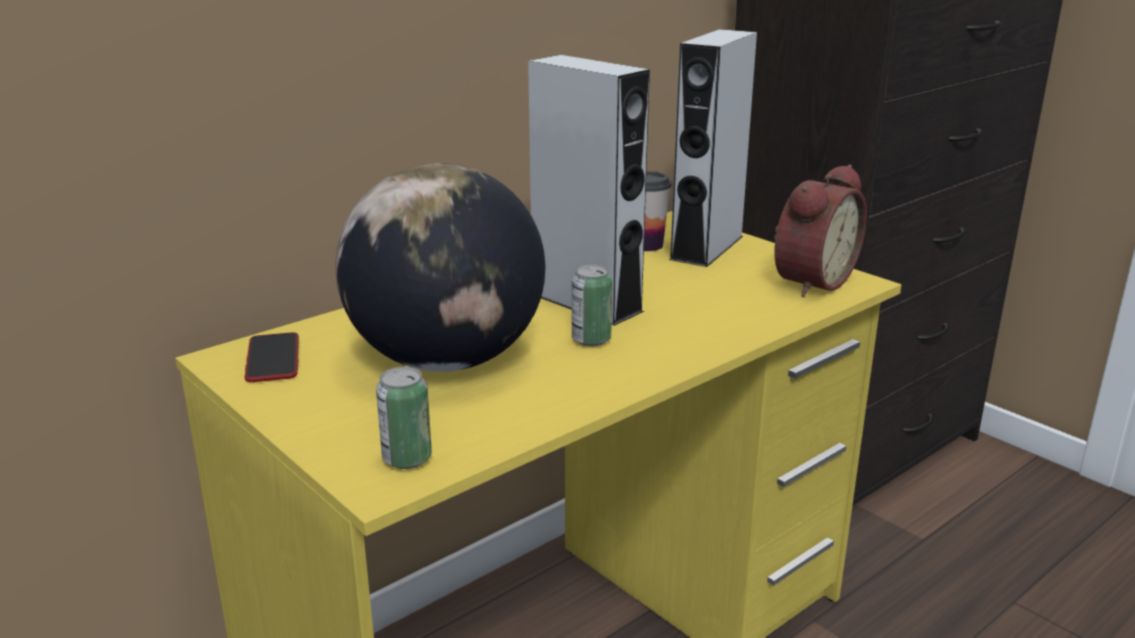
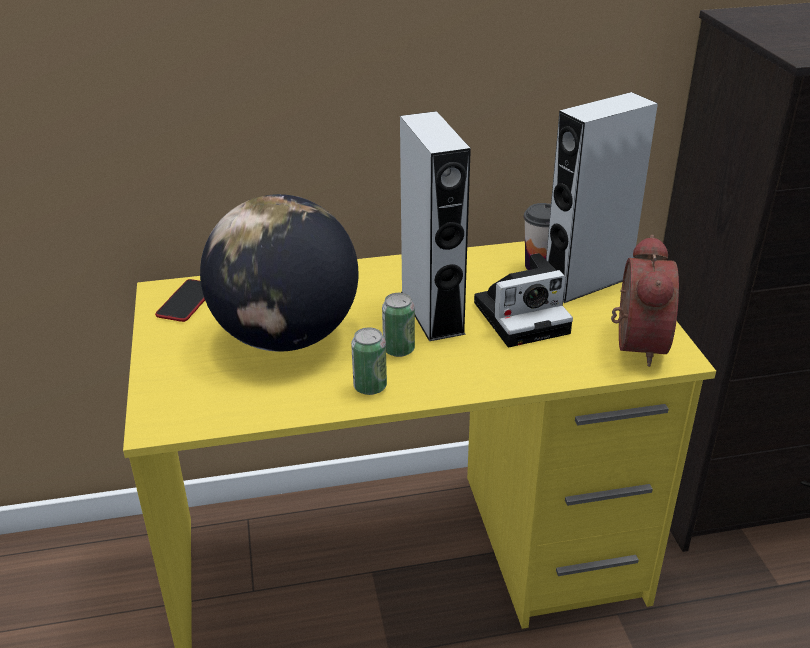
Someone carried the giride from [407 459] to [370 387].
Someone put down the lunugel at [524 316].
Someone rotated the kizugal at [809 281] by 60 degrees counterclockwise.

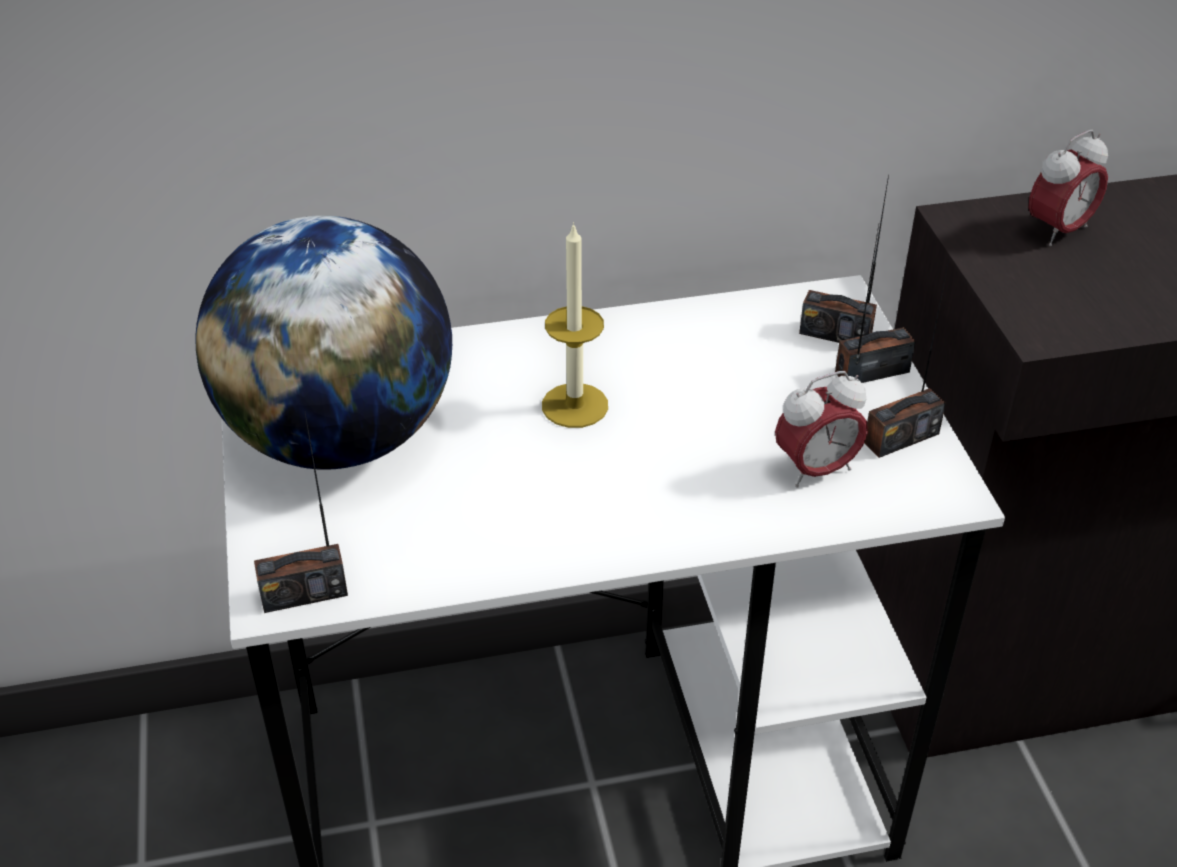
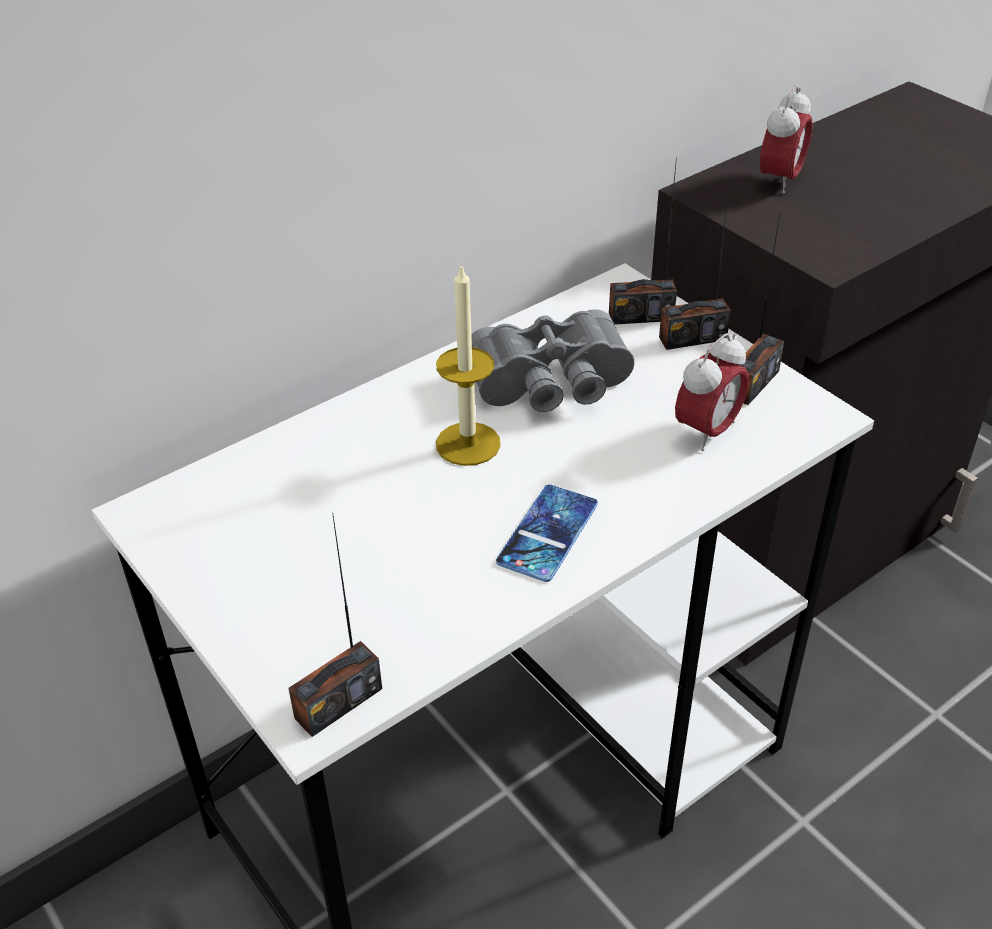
Someone put down the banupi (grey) at [552 386].
Someone put down the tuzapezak at [547 533].
Someone rotated the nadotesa at [872 372] by 150 degrees counterclockwise.
Someone took away the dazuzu at [340 437].

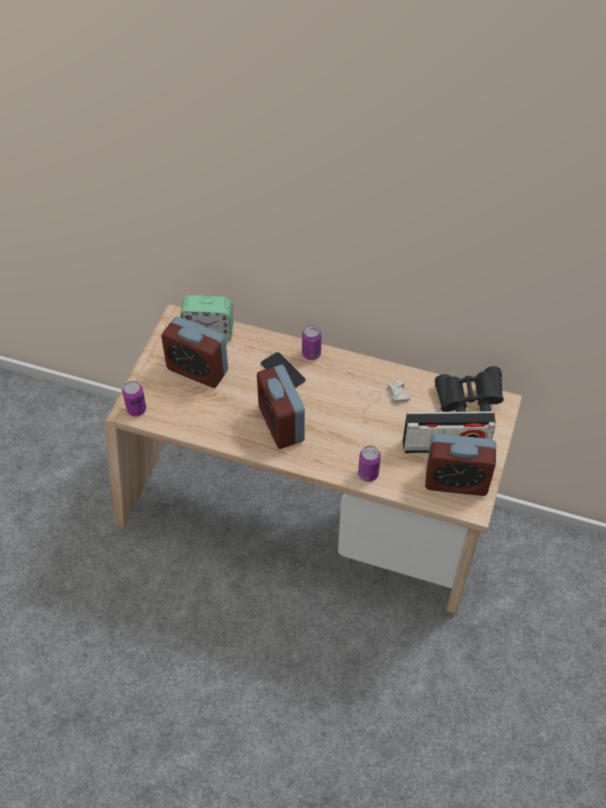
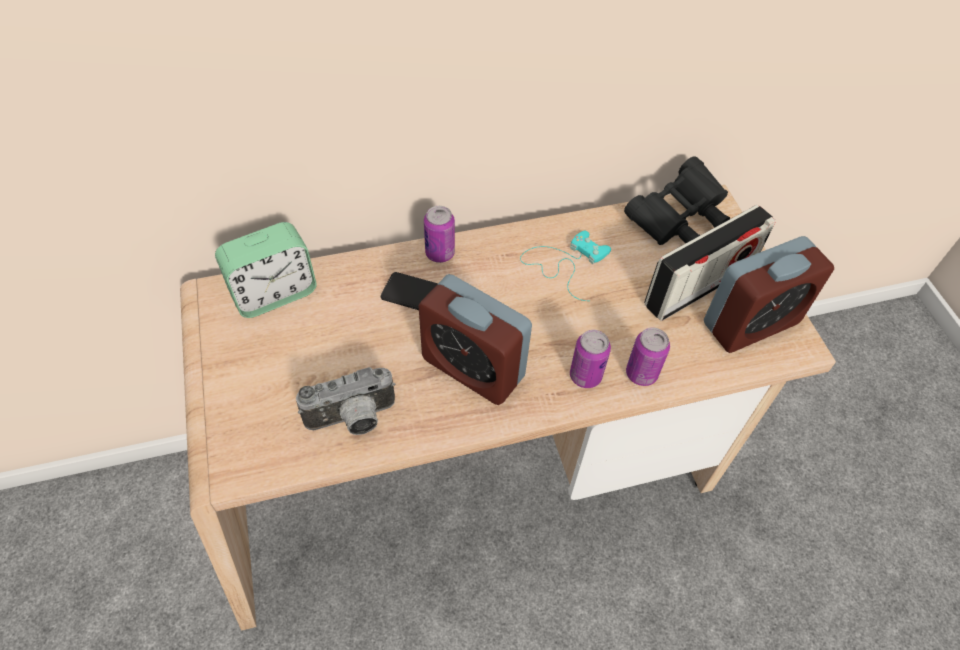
Someone put down the lunugel at [353 420].
Someone repainted the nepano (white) at [377 393], which became the nepano (turquoise) at [564 263].
Someone carried the giride from [136 409] to [585 376].
Someone took away the kizugal at [197 370].

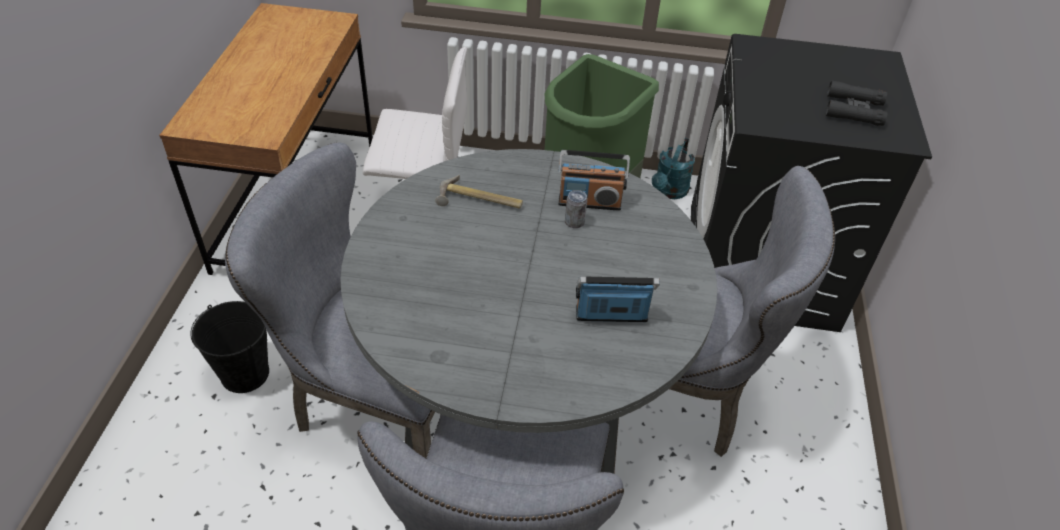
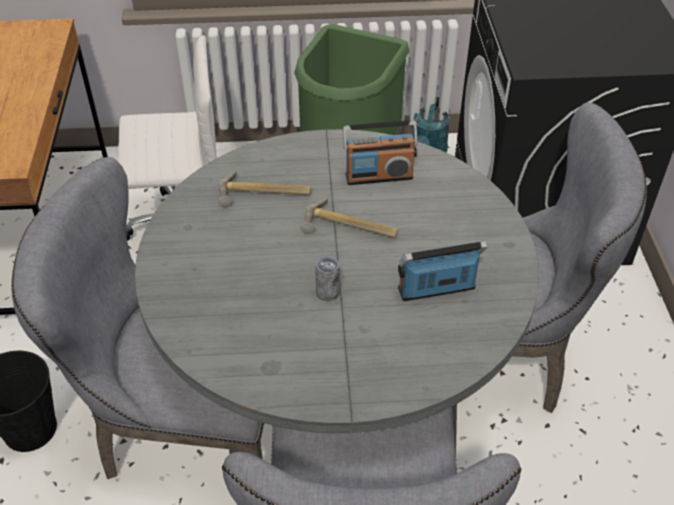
Someone put down the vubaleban at [349 229].
Someone carried the giride from [574 222] to [328 293].
Someone took away the banupi (black) at [854 110].

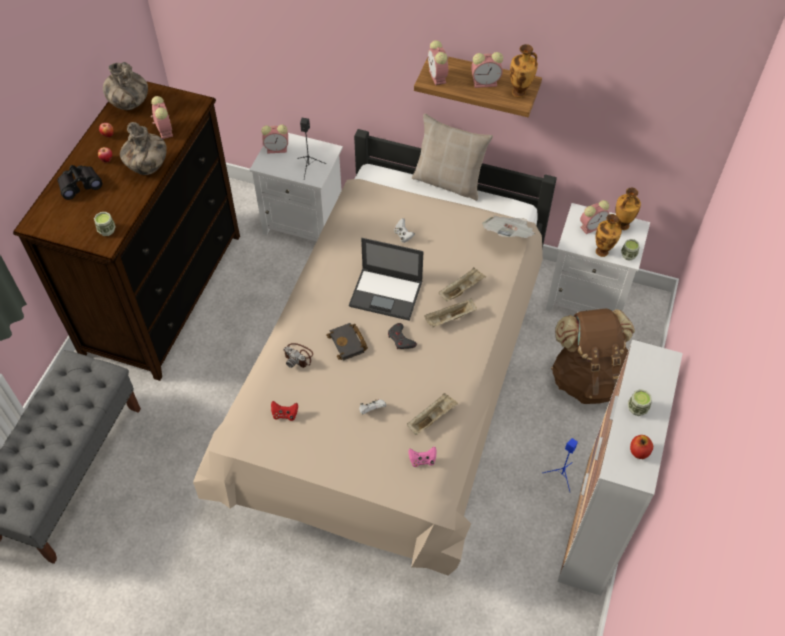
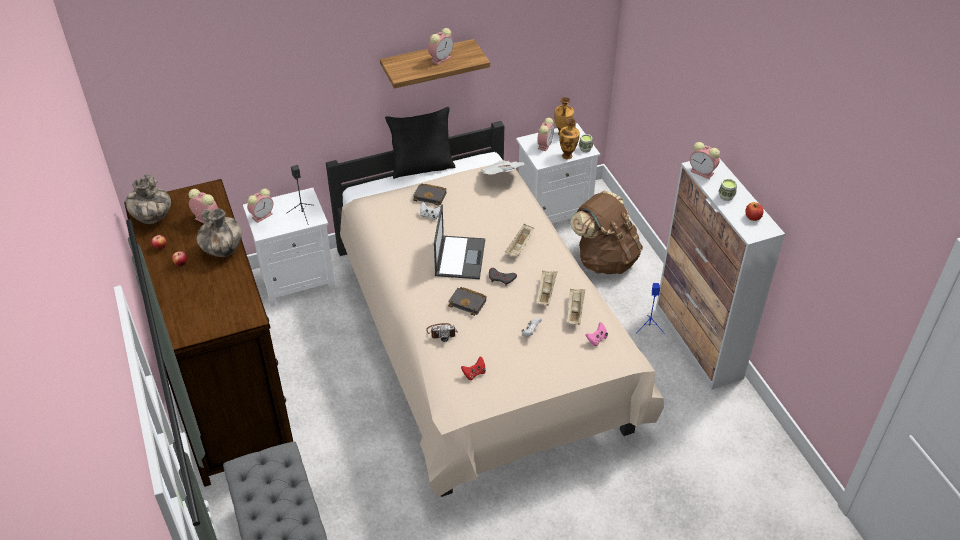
Someone repainted the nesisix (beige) at [449 181], which became the nesisix (black) at [422 167].
Someone put down the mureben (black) at [431 196].
Someone rotated the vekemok at [387 294] by 60 degrees counterclockwise.
Someone carried the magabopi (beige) from [461 289] to [545 292].
Someone carried the kizugal from [438 77] to [703 172].
Someone took away the banupi (black) at [80 185].
Someone took away the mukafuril at [107 230].
Someone took away the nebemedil at [520 93].

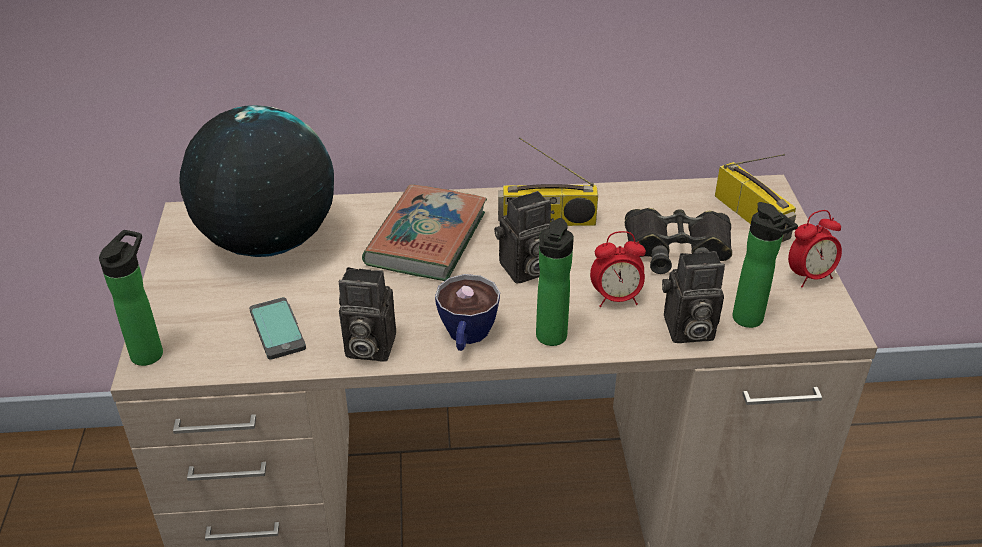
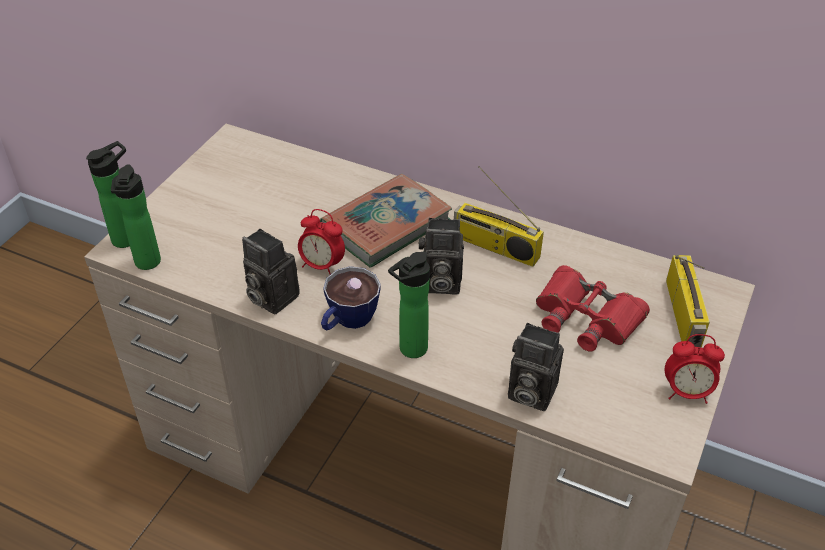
Someone carried the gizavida from [751 321] to [147 264].
Someone carried the kizugal from [616 298] to [322 266].
Someone repainted the banupi (black) at [677 249], which became the banupi (red) at [586 317].
Someone took away the dazuzu at [267 241].
Someone took away the tuzapezak at [278 329].

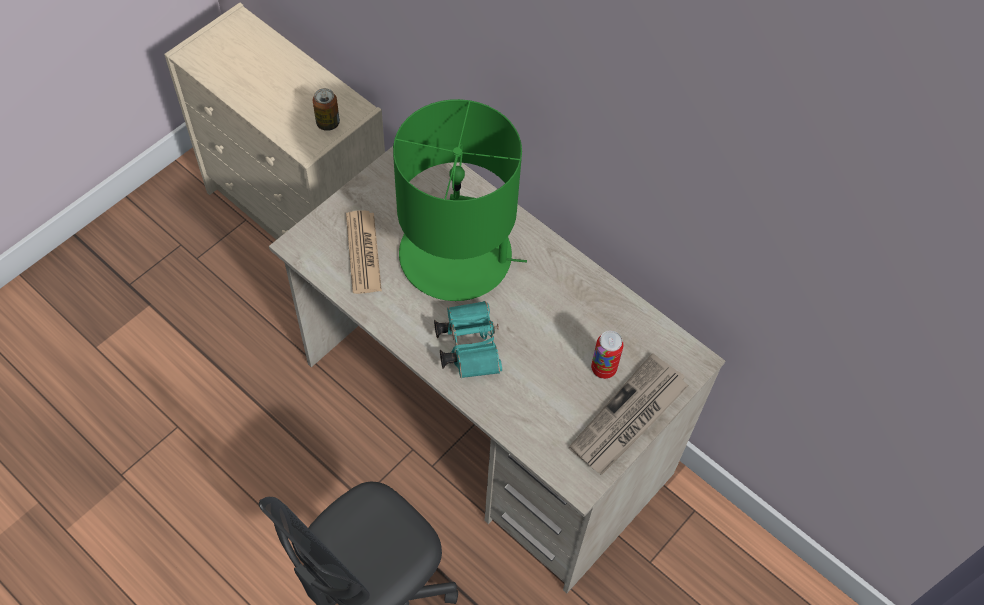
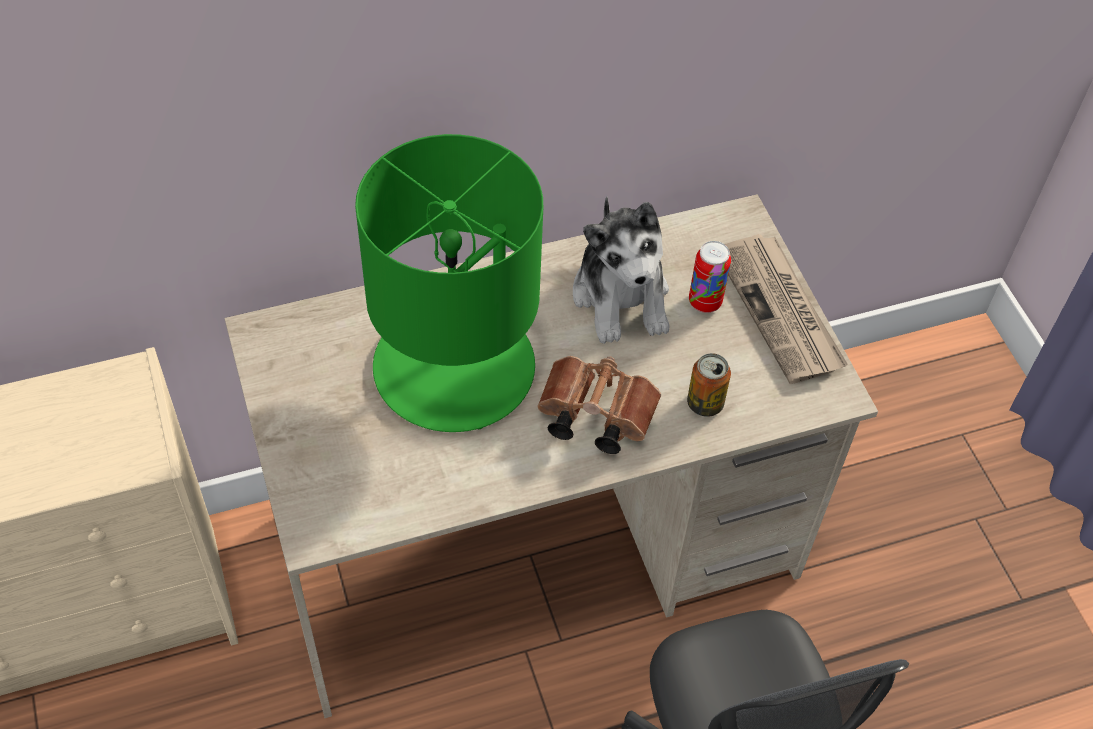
Someone repainted the banupi (turquoise) at [468 345], which became the banupi (brown) at [592 415].
Someone put down the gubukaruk at [622 296].
Someone carried the giride from [328 123] to [705 403].
Someone took away the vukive at [363 252].

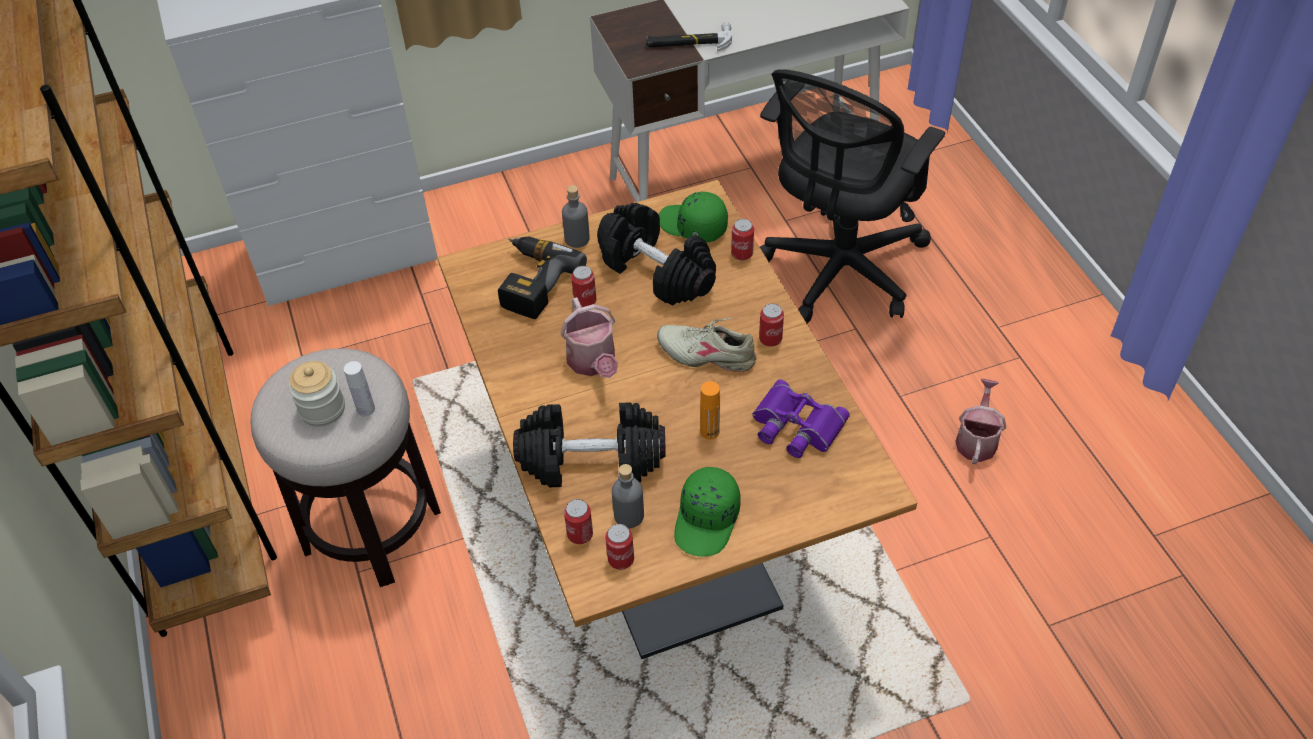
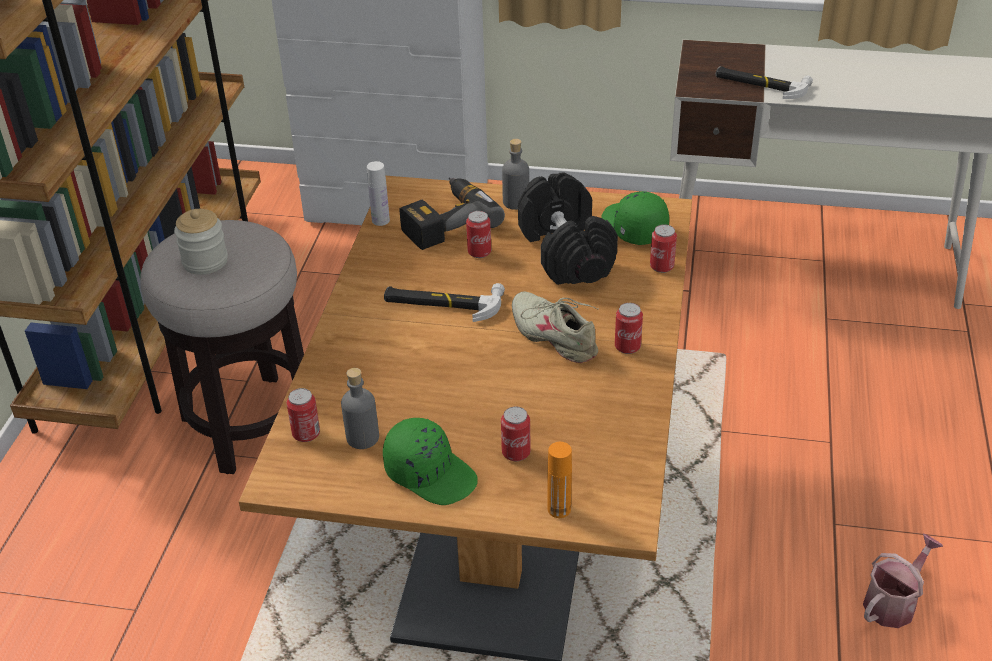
Someone carried the gizavida (white) from [366 409] to [380 220].
Someone rotated the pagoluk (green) at [708 520] by 105 degrees counterclockwise.
Someone swapped the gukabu at [593 363] for the vubaleban at [442 303].
Someone carried the giride from [621 559] to [516 453].
Someone carried the gizavida (orange) from [709 431] to [559 509].
Someone took away the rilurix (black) at [591 461].
Someone took away the banupi (purple) at [795 426].
Someone took away the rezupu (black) at [838 273].

